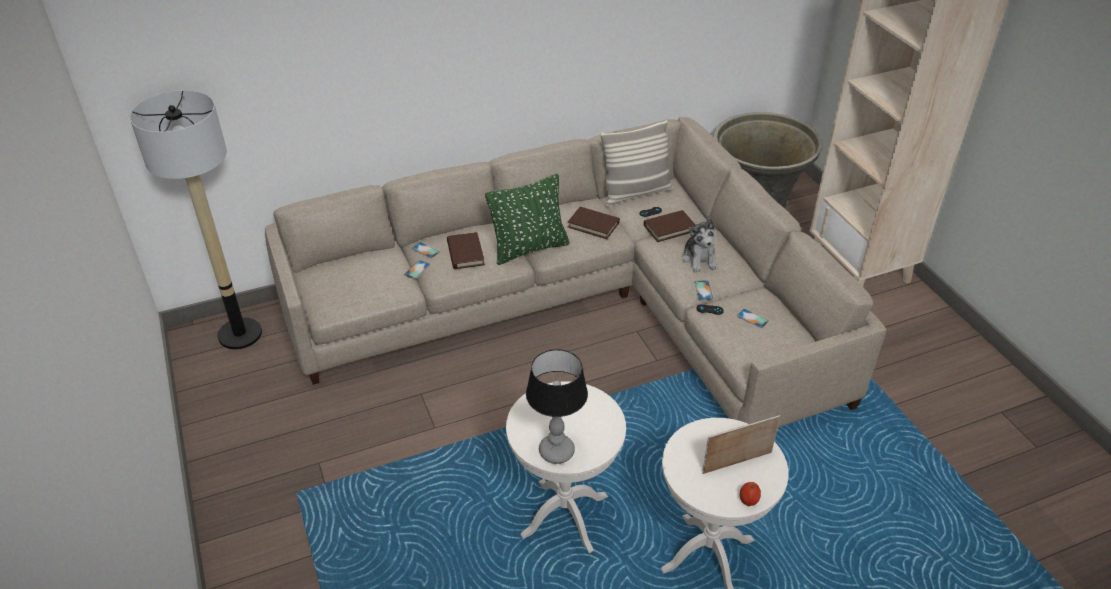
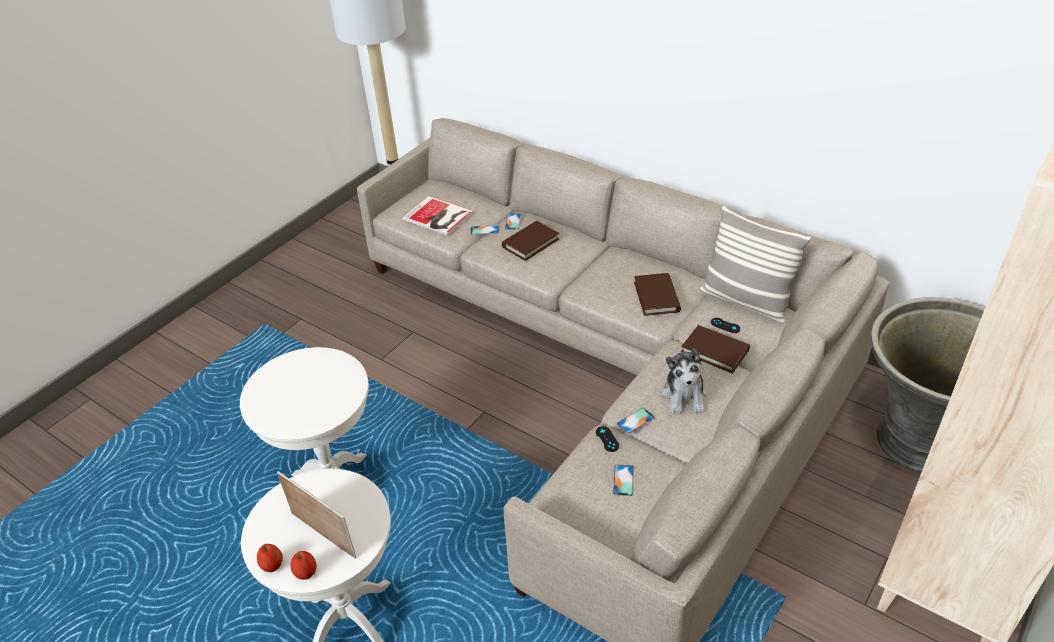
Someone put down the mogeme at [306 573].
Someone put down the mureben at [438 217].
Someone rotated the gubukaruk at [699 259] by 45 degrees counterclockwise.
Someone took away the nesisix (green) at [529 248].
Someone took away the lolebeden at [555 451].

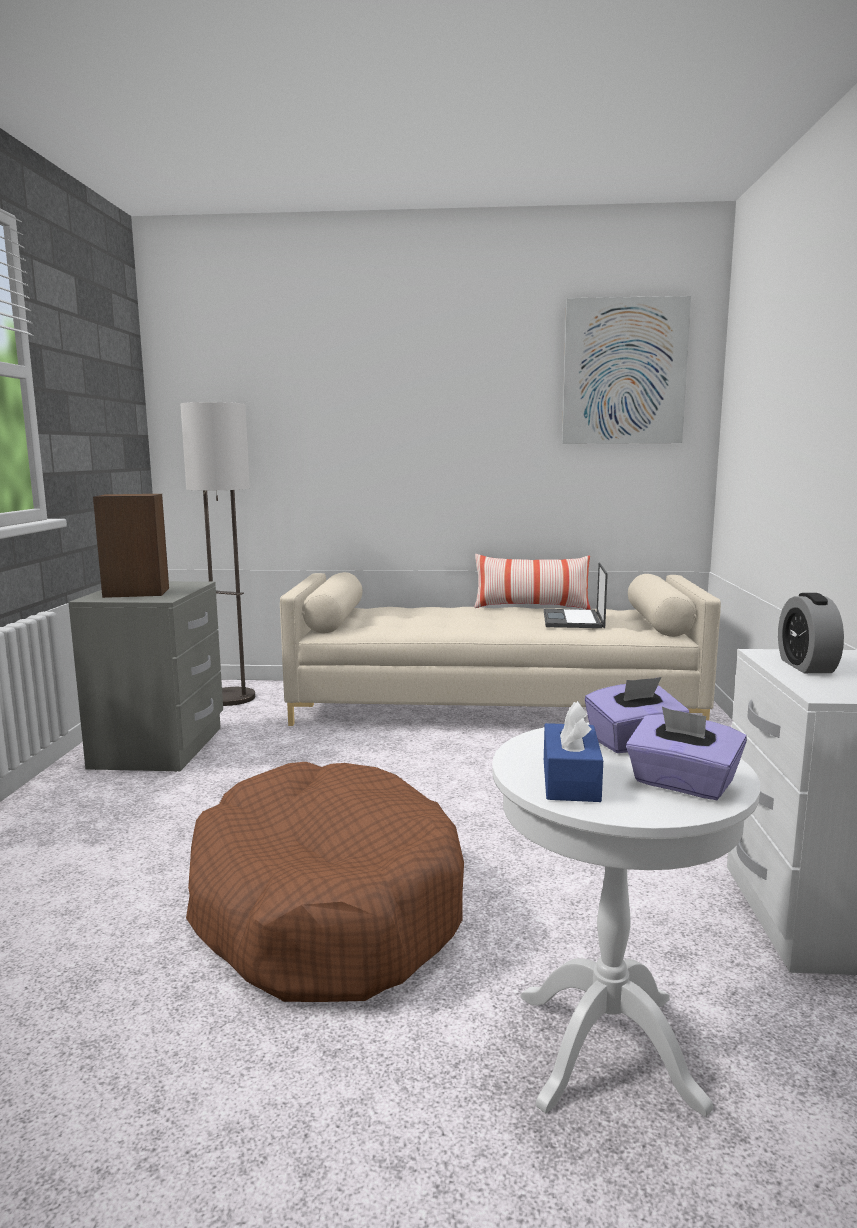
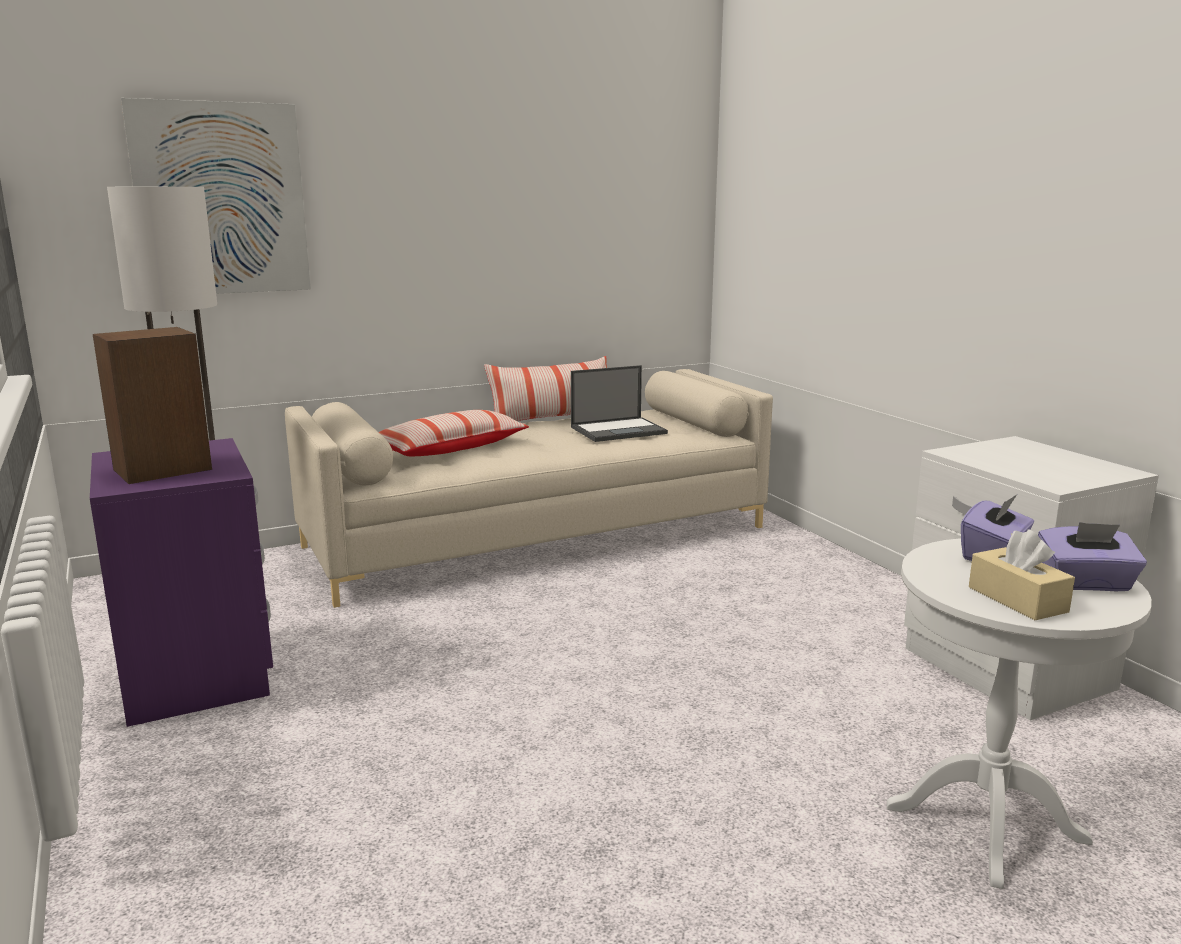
Someone repainted the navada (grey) at [160 748], which became the navada (purple) at [198 673].
Someone carried the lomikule from [624 371] to [221 199].
Someone put down the nesisix at [450 448].
Someone rotated the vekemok at [573 620] by 90 degrees counterclockwise.
Someone repainted the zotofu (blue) at [570 780], which became the zotofu (beige) at [1017 599].
Someone took away the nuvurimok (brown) at [324 906].
Someone took away the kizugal at [806 666].

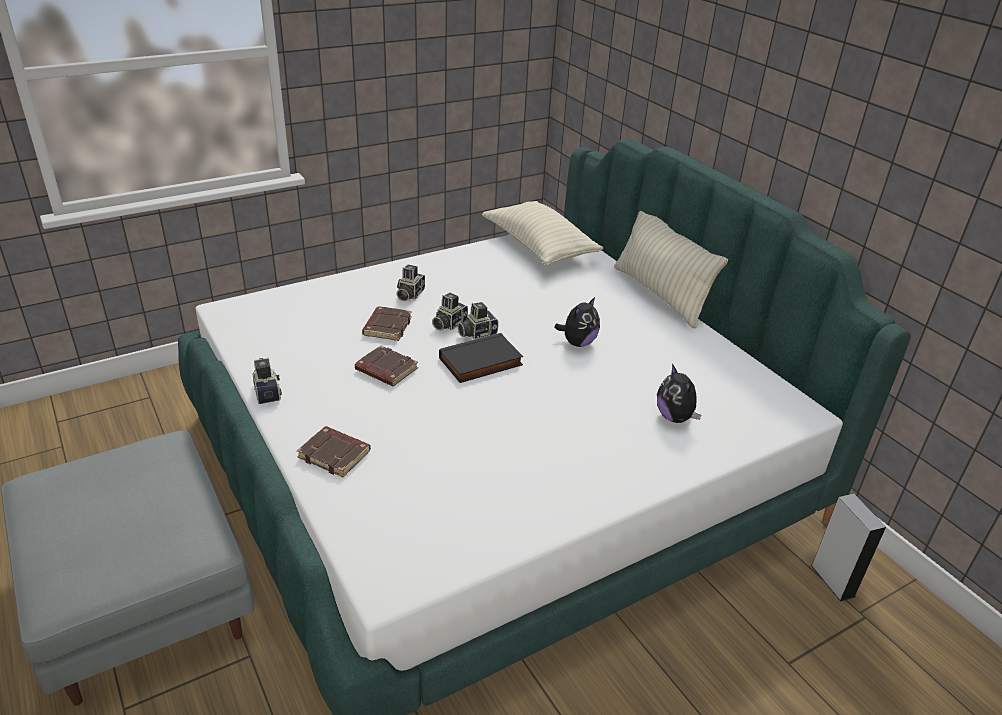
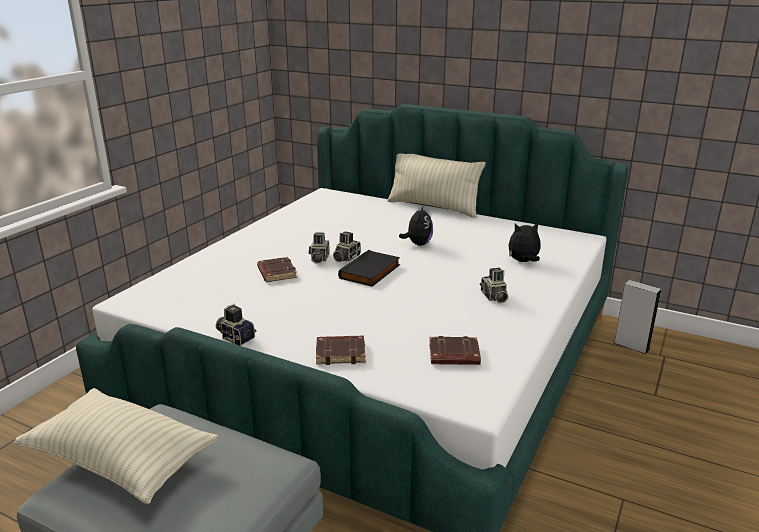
Someone carried the nesisix (beige) from [539 247] to [121 460].
Someone carried the mureben (brown) from [385 370] to [453 356].
Someone carried the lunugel from [409 294] to [493 297].
Someone rotated the gubukaruk at [675 417] by 135 degrees clockwise.

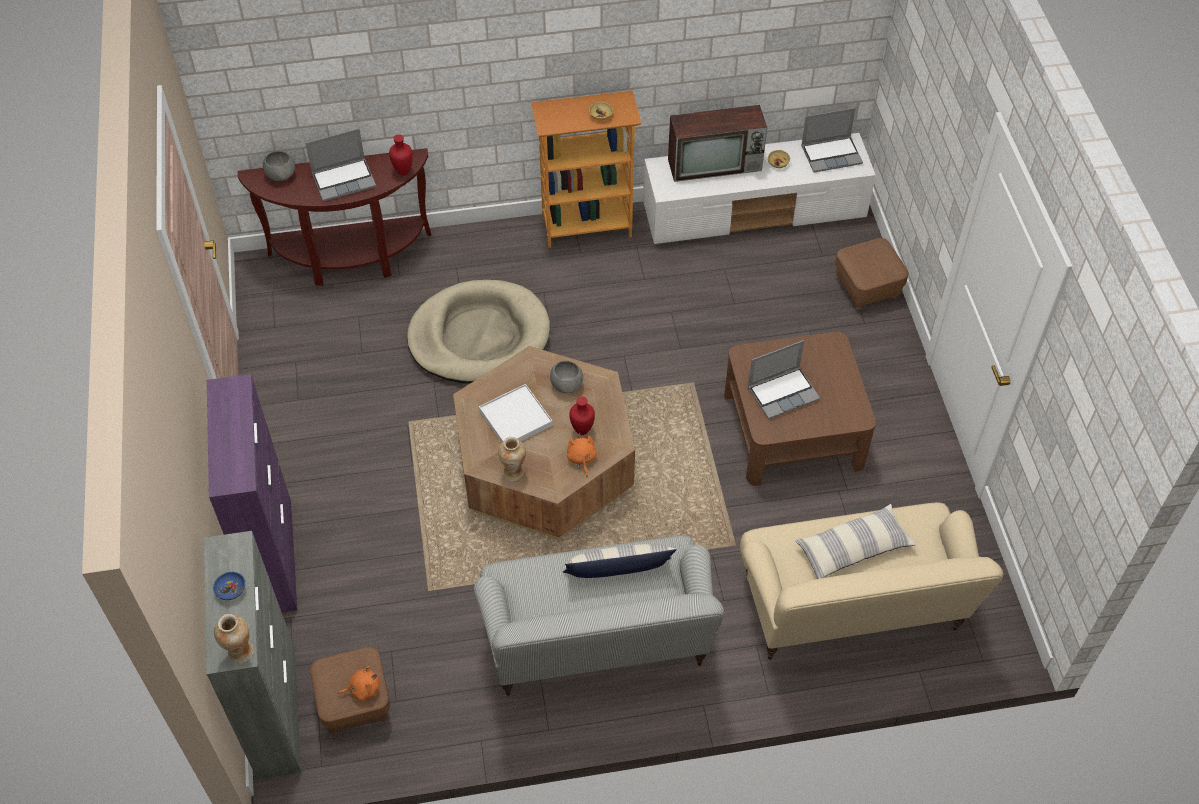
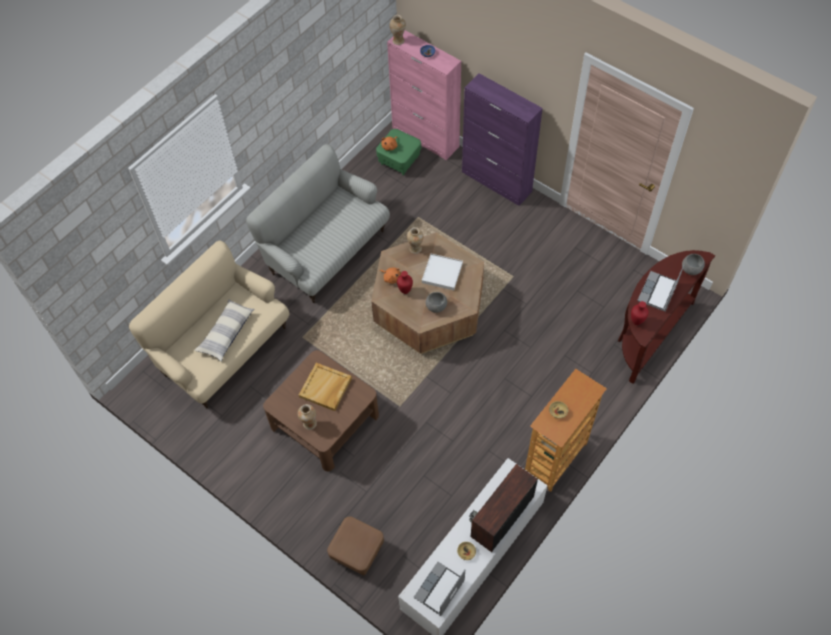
Someone put down the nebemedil at [309 423].
Someone swapped the vekemok at [783 392] for the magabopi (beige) at [325 388].
Someone repainted the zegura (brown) at [355 703], which became the zegura (green) at [399 161].
Someone repainted the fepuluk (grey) at [276 710], which became the fepuluk (pink) at [425 138].
Someone took away the nuvurimok (beige) at [479 336].
Someone took away the nesisix at [618 571].

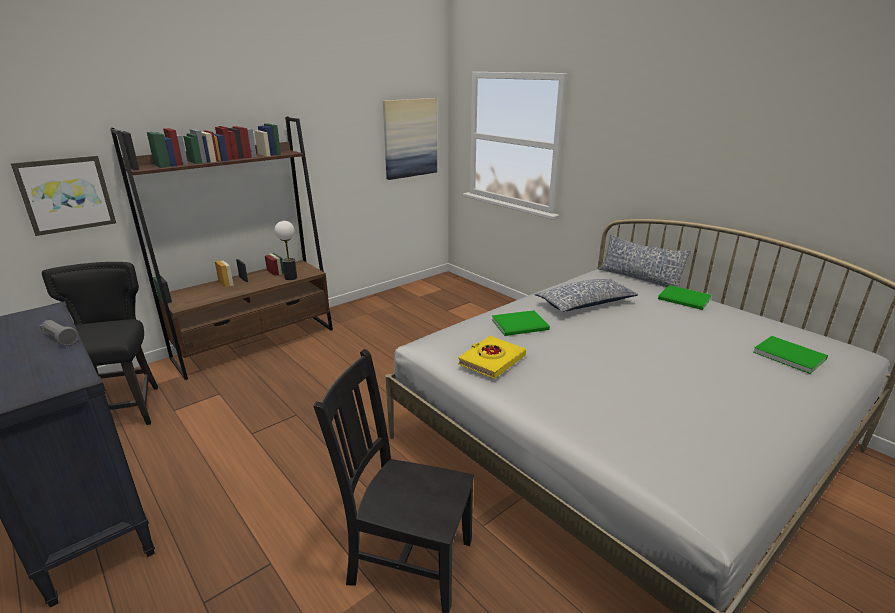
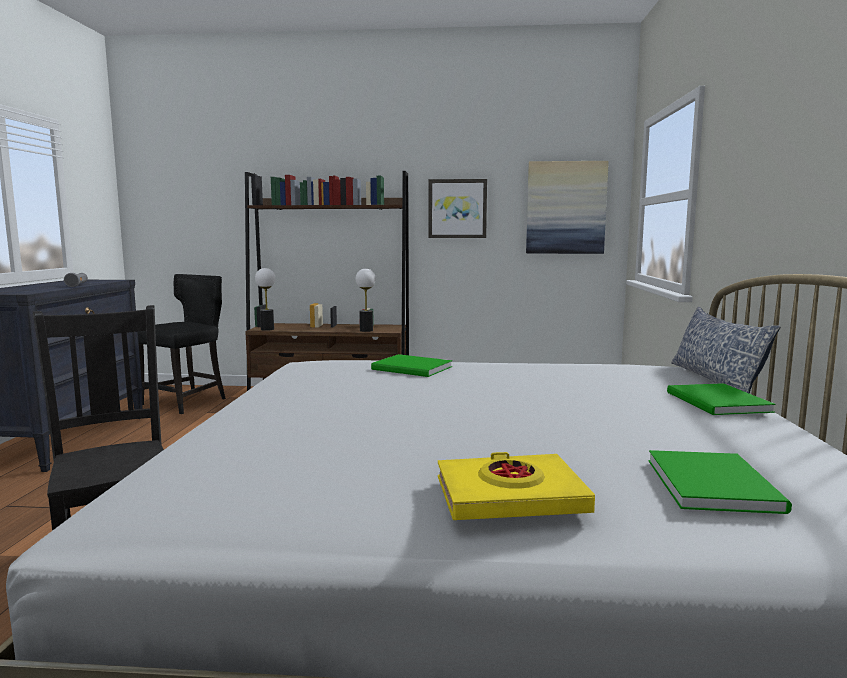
Someone put down the lolebeden at [267 329].
Someone carried the lomikule from [66 194] to [457 208].
Someone carried the mureben (yellow) from [491 361] to [510 497].
Someone took away the nesisix at [586 304].

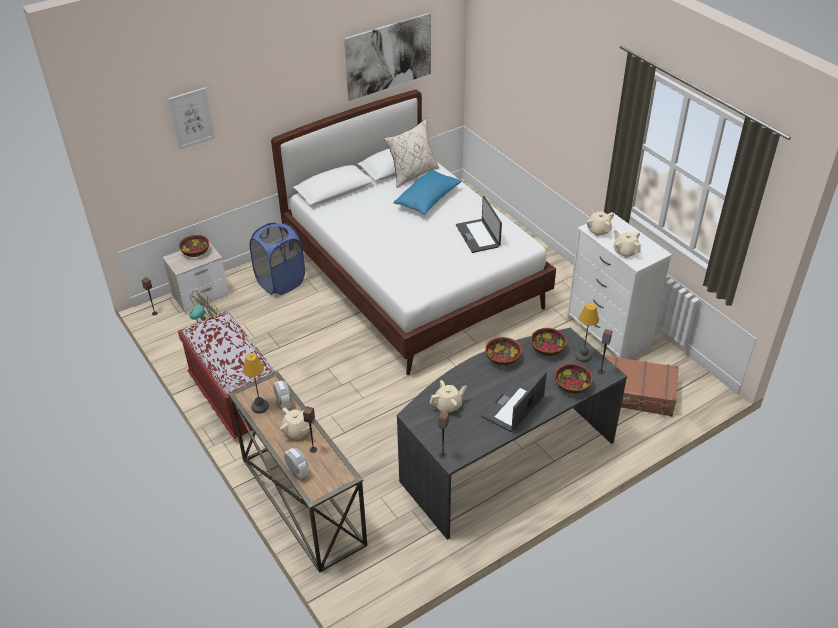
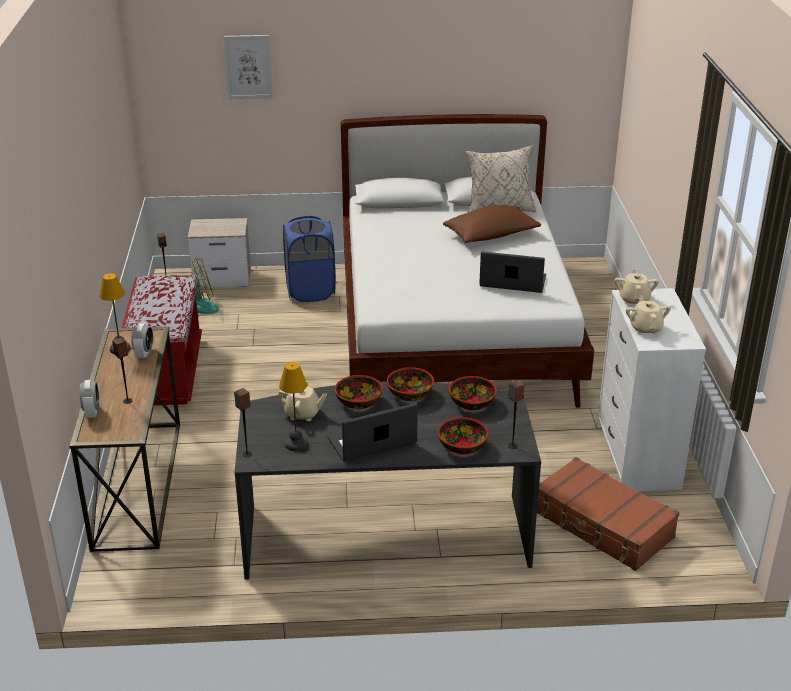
Someone carried the lolebeden from [583 356] to [297 444].
Someone carried the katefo from [196 252] to [359 402].
Someone repainted the nesisix (blue) at [428 200], which became the nesisix (brown) at [491 236].
Someone rotated the vekemok at [478 236] by 90 degrees clockwise.
Someone took away the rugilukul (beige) at [297 431].
Someone took away the lomikule at [388 56].

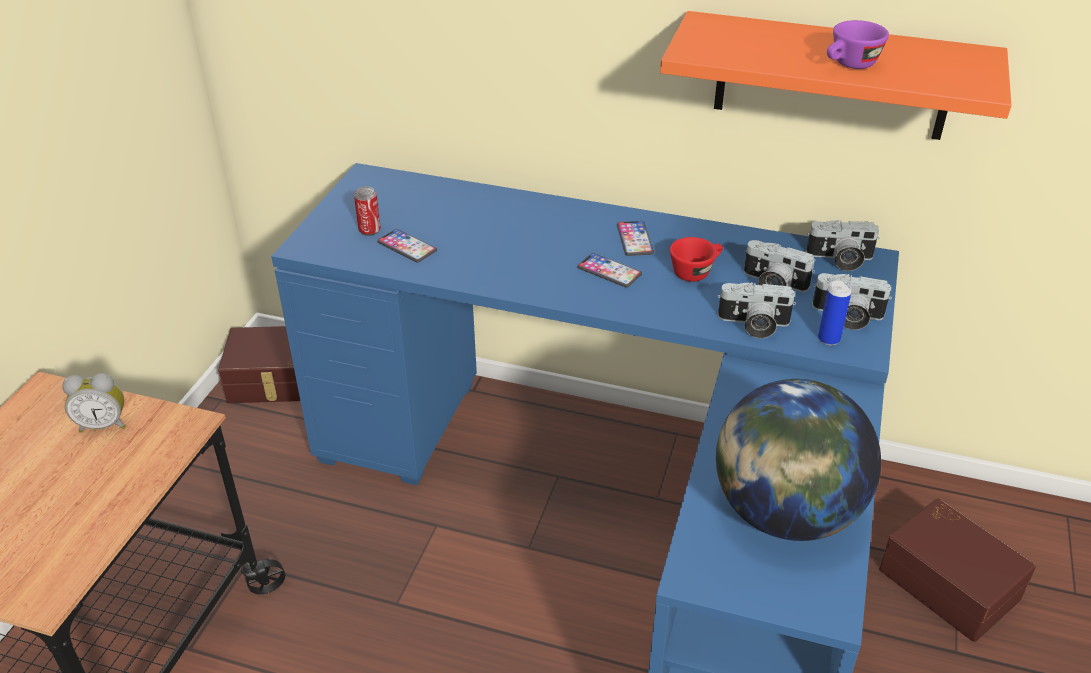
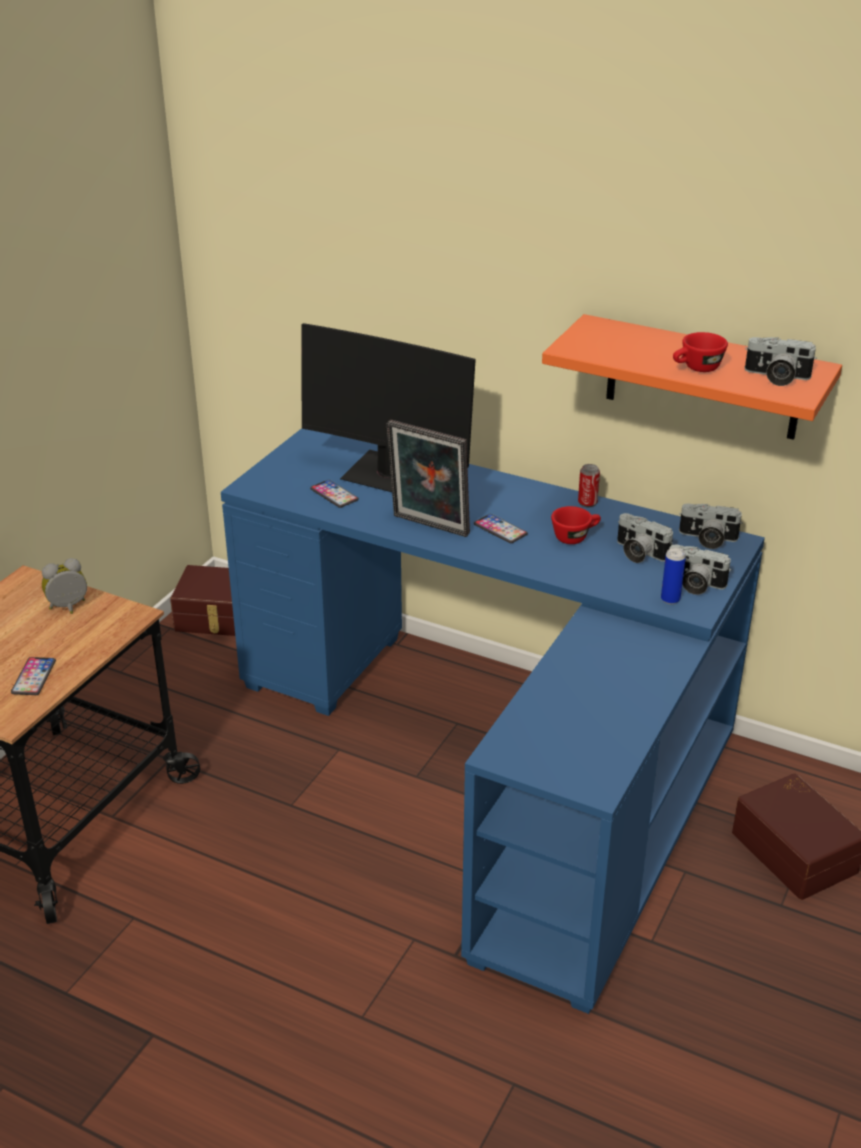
Someone carried the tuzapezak from [634 239] to [34 677].
Someone rotated the kizugal at [104 424] by 150 degrees clockwise.
Someone put down the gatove at [389 475].
Someone put down the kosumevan at [428 527].
Someone carried the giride from [369 230] to [587 503].
Someone repainted the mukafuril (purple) at [850 65], which became the mukafuril (red) at [696 369].
Someone carried the lunugel from [753 325] to [776 377].
Someone took away the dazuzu at [784 513].

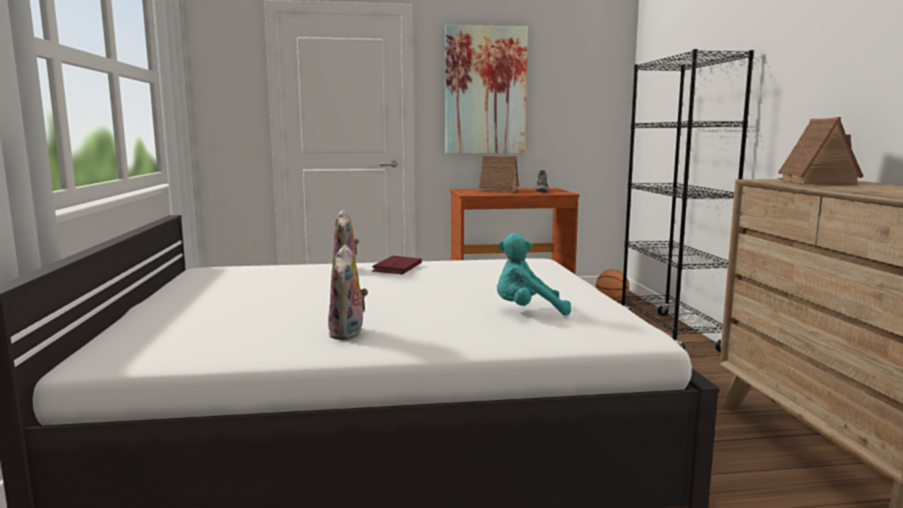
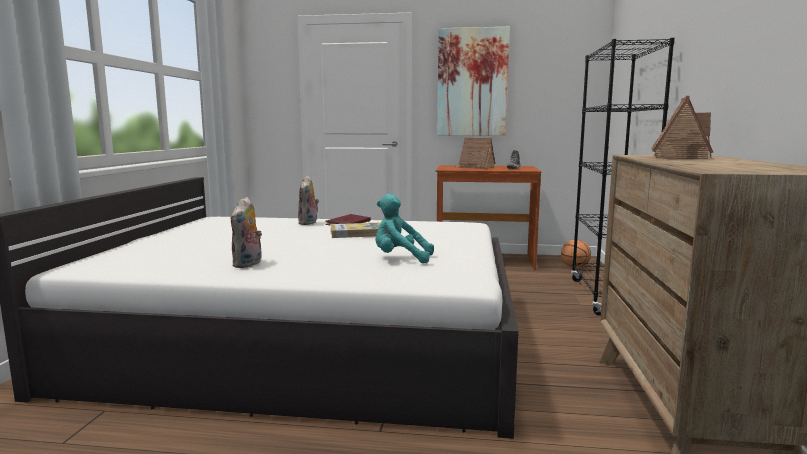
Someone put down the mureben at [357 233].

